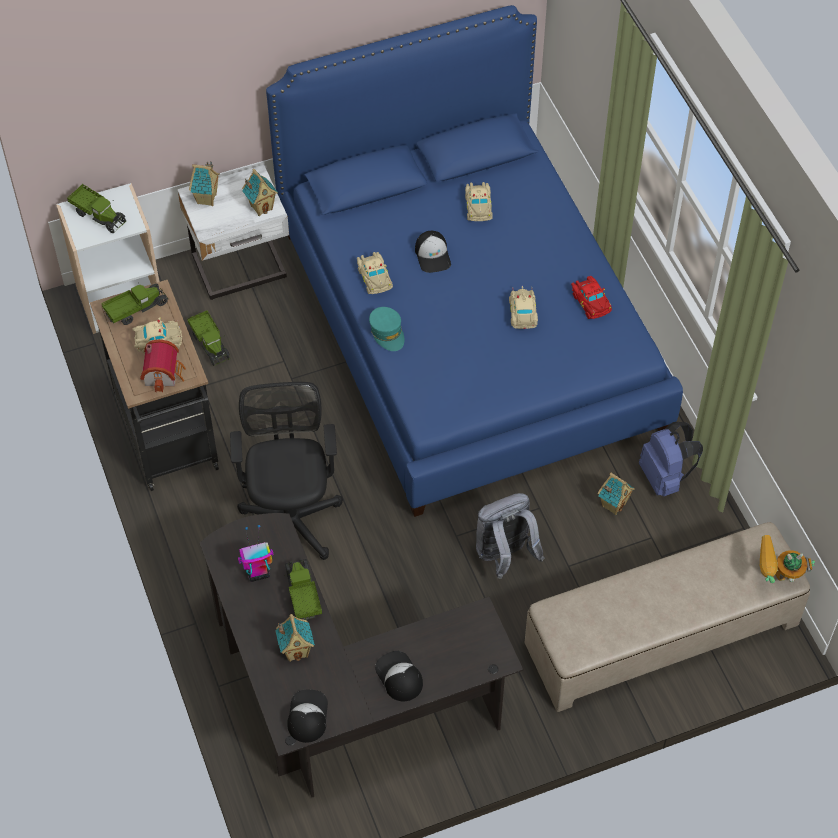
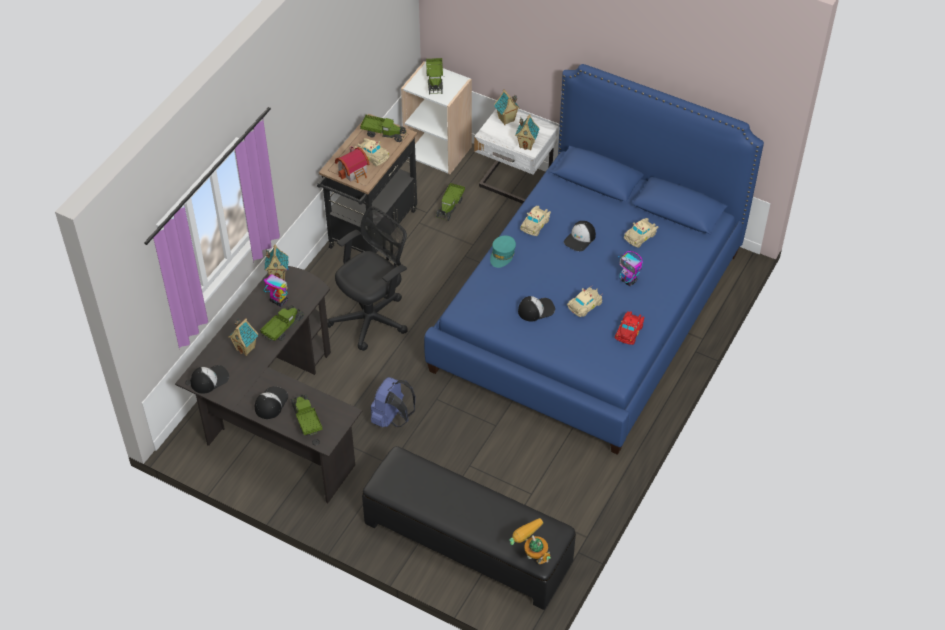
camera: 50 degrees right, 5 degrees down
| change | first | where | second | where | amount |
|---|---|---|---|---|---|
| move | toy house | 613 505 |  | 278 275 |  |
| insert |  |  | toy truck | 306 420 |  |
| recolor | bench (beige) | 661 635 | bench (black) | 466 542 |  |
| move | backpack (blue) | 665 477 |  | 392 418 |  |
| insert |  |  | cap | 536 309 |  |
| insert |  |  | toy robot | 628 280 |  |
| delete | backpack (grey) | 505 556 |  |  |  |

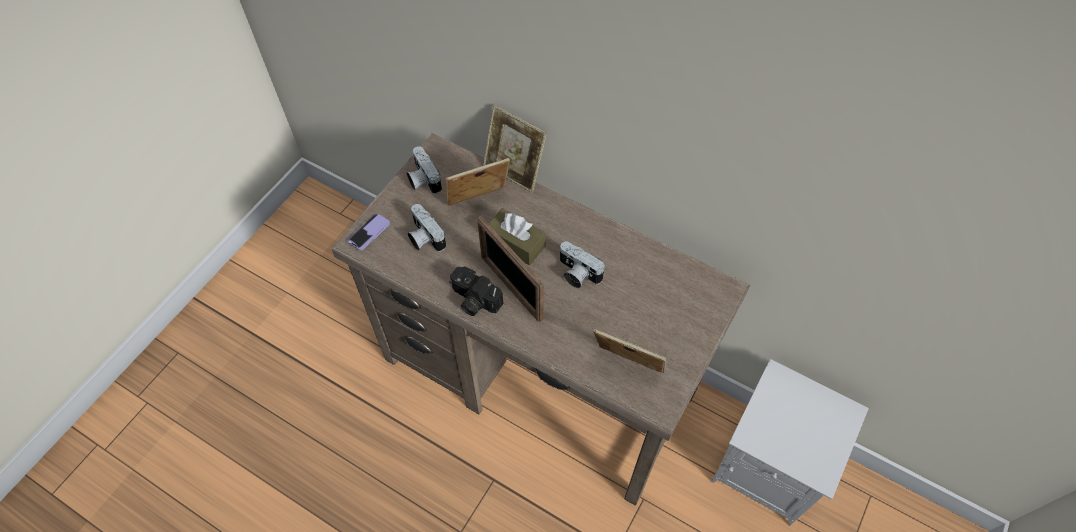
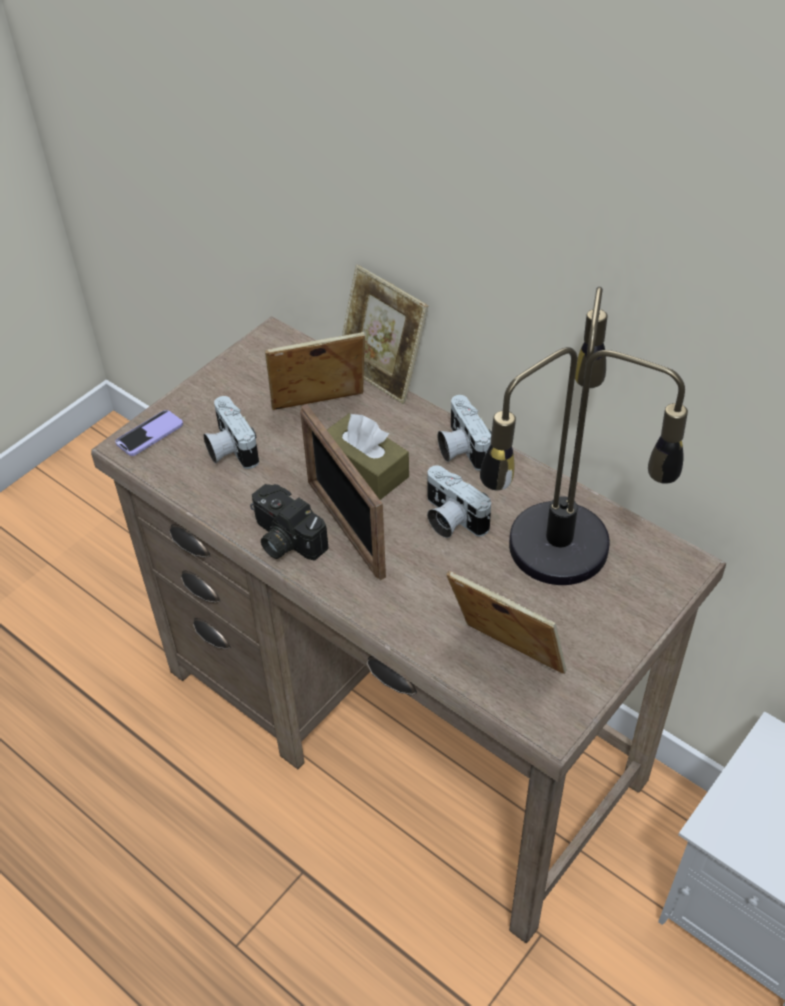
camera: 10 degrees right, 10 degrees down
| change | first | where | second | where | amount |
|---|---|---|---|---|---|
| move | photo camera | 422 179 |  | 460 448 |  |
| insert |  |  | table lamp | 560 547 |  |

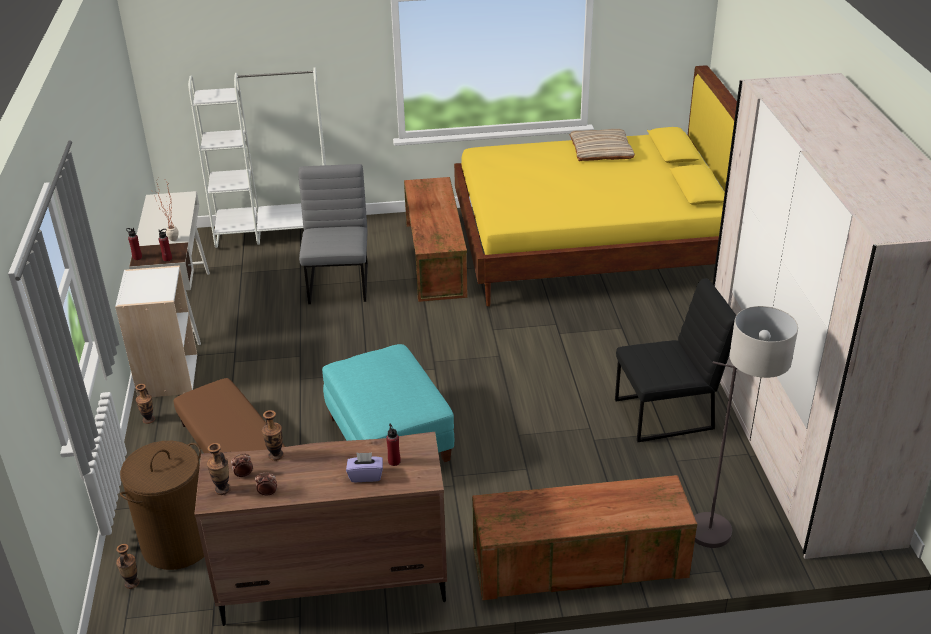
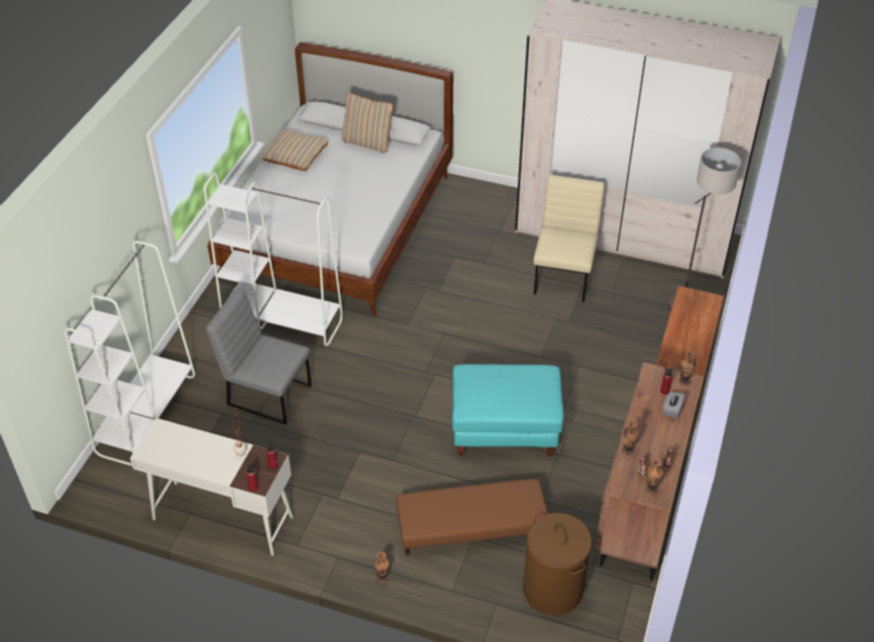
camera: 65 degrees left, 10 degrees up
| change | first | where | second | where | amount |
|---|---|---|---|---|---|
| replace | bench (brown) | 436 259 | clothes rack (white) | 283 321 |  |
| recolor | bed (yellow) | 593 247 | bed (white) | 339 227 |  |
| insert |  |  | pillow (beige) | 368 142 |  |
| recolor | chair (black) | 667 414 | chair (beige) | 564 276 |  |
| recolor | tissue box (purple) | 365 475 | tissue box (grey) | 672 409 |  |
| move | vase | 132 583 |  | 684 381 |  |
| delete | bookcase (white) | 167 375 |  |  |  |

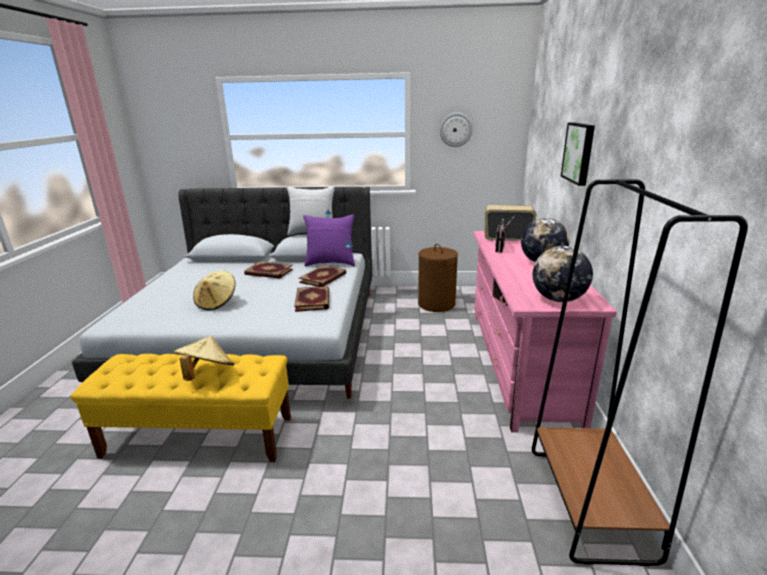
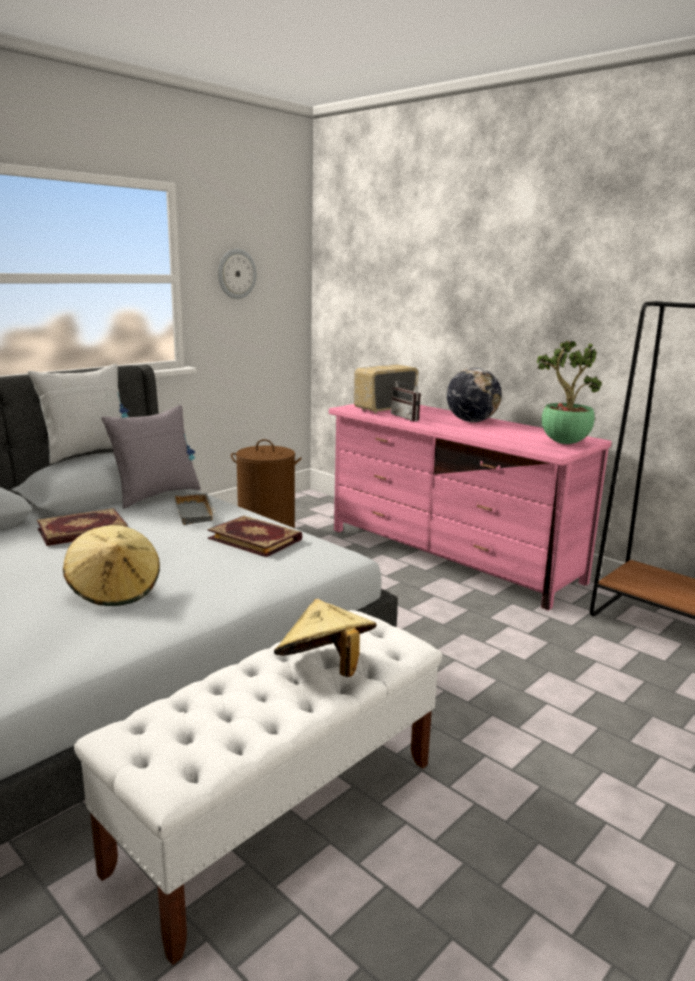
camera: 50 degrees left, 5 degrees down
| change | first | where | second | where | amount |
|---|---|---|---|---|---|
| recolor | bench (yellow) | 200 436 | bench (white) | 280 813 |  |
| recolor | pillow (purple) | 330 264 | pillow (grey) | 156 496 |  |
| replace | book | 323 278 | tray (grey) | 196 513 |  |
| replace | globe | 558 299 | potted plant | 563 443 |  |
| delete | picture | 579 153 |  |  |  |

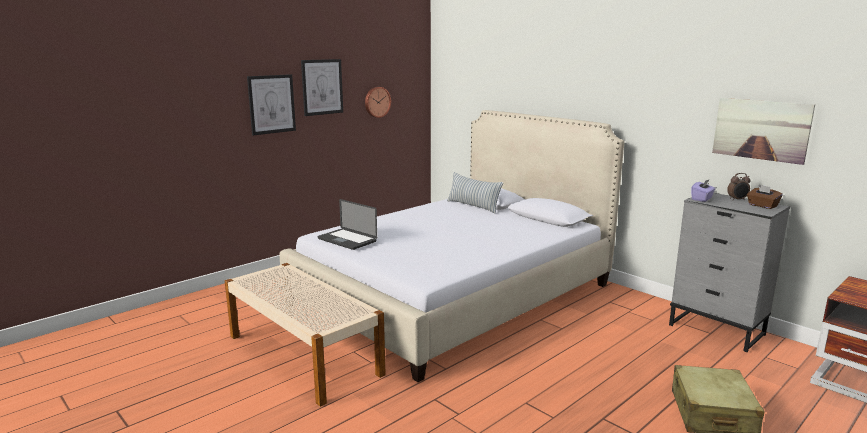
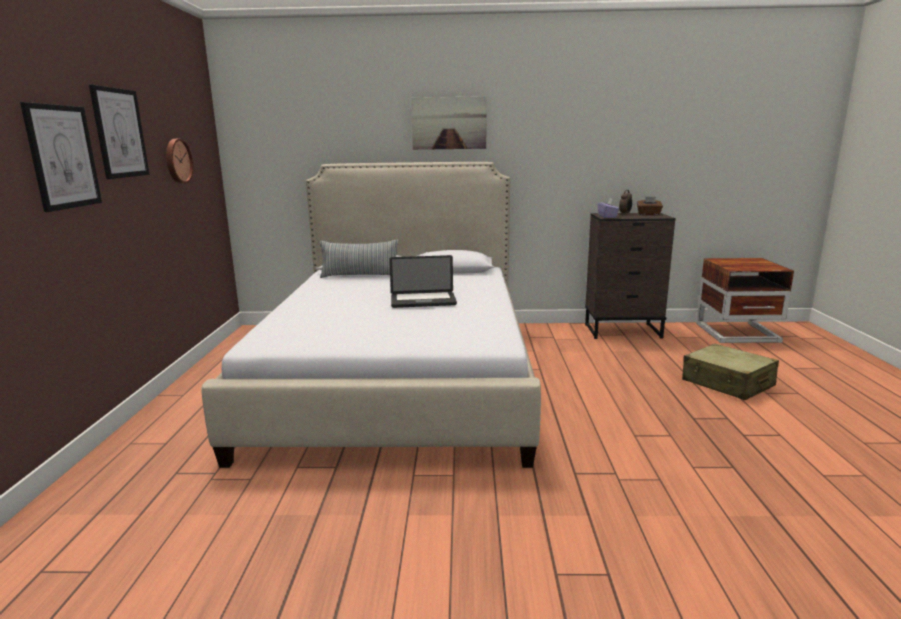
camera: 45 degrees left, 0 degrees up
| change | first | where | second | where | amount |
|---|---|---|---|---|---|
| move | laptop | 347 240 |  | 423 301 |  |
| move | picture | 761 129 |  | 449 123 |  |
| recolor | dresser (grey) | 717 330 | dresser (brown) | 623 331 |  |
| delete | bench (beige) | 304 354 |  |  |  |

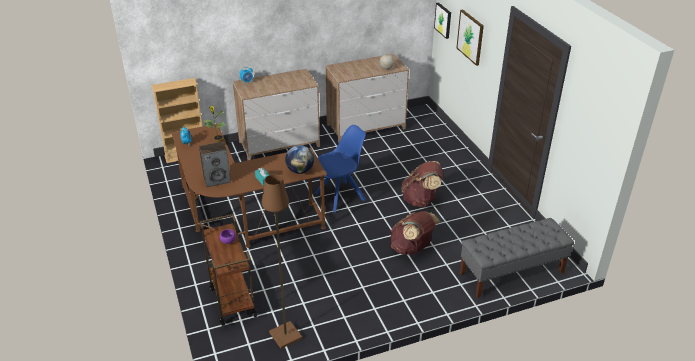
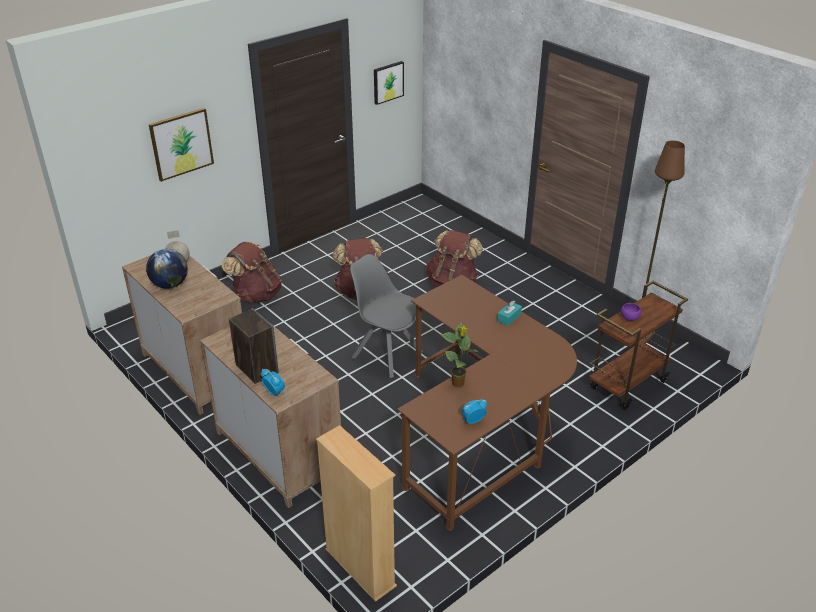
camera: 110 degrees left, 0 degrees up
| change | first | where | second | where | amount |
|---|---|---|---|---|---|
| move | globe | 300 171 |  | 170 285 |  |
| insert |  |  | backpack (brown) | 256 295 |  |
| move | speaker | 217 179 |  | 256 369 |  |
| recolor | chair (blue) | 341 196 | chair (grey) | 386 353 |  |
| move | picture | 443 20 |  | 387 82 |  |
| delete | bench (grey) | 511 273 |  |  |  |

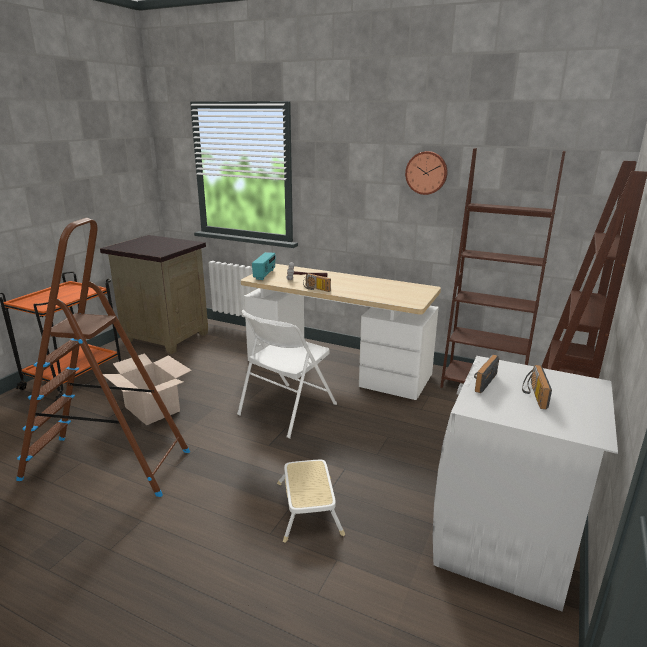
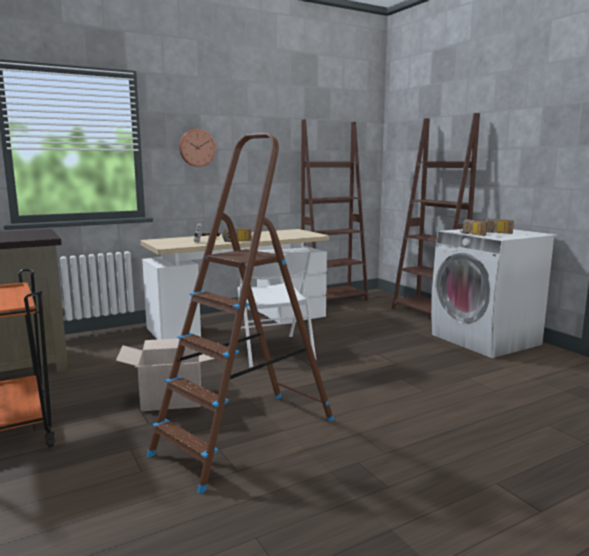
camera: 55 degrees left, 10 degrees down
| change | first | where | second | where | amount |
|---|---|---|---|---|---|
| move | wall clock | 426 172 |  | 196 147 |  |
| delete | radio | 265 275 |  |  |  |
| delete | step ladder (beige) | 308 507 |  |  |  |

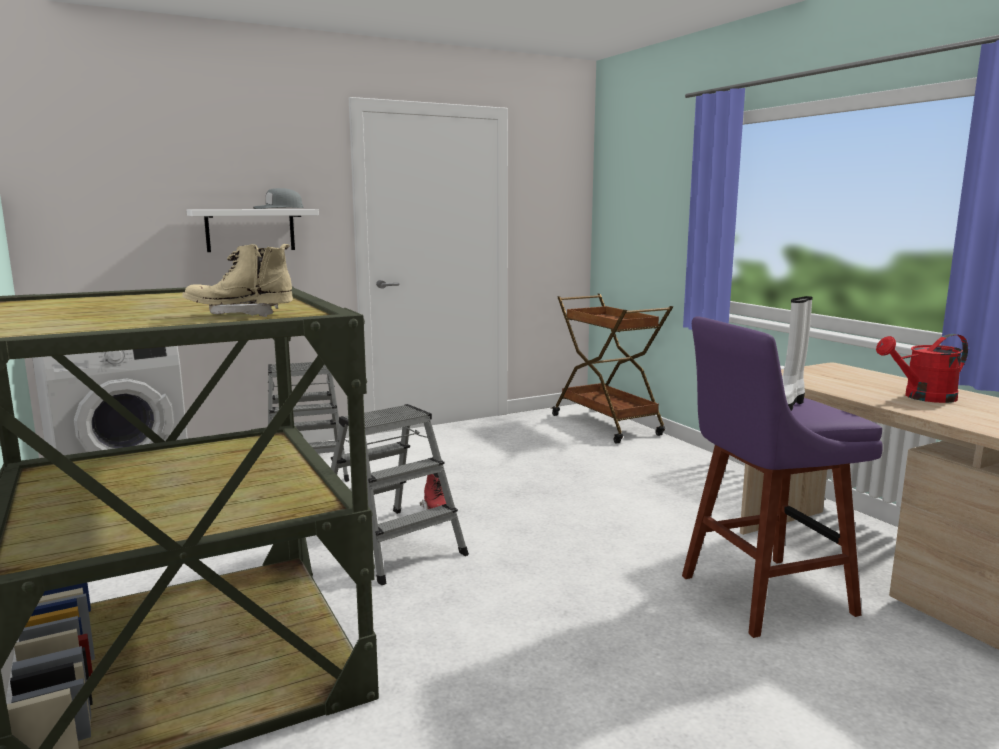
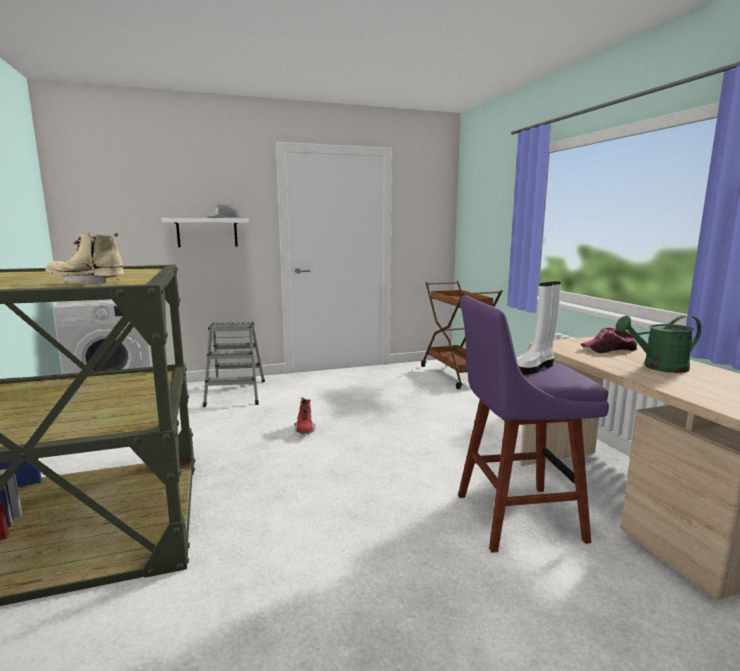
camera: 10 degrees right, 0 degrees up
| change | first | where | second | where | amount |
|---|---|---|---|---|---|
| insert |  |  | cap | 609 349 |  |
| recolor | watering can (red) | 922 397 | watering can (green) | 658 367 |  |
| delete | step ladder (grey) | 390 543 |  |  |  |

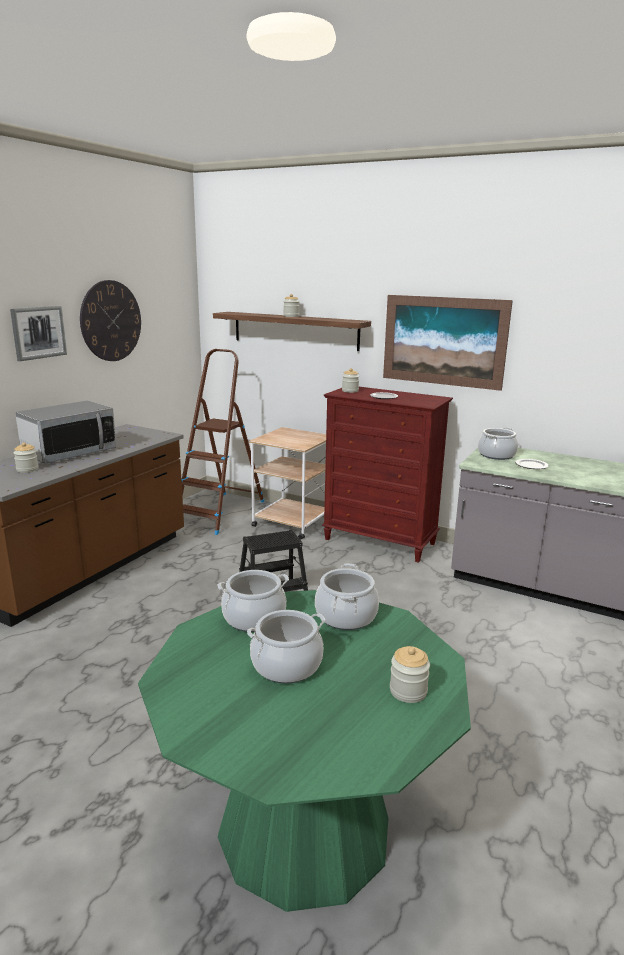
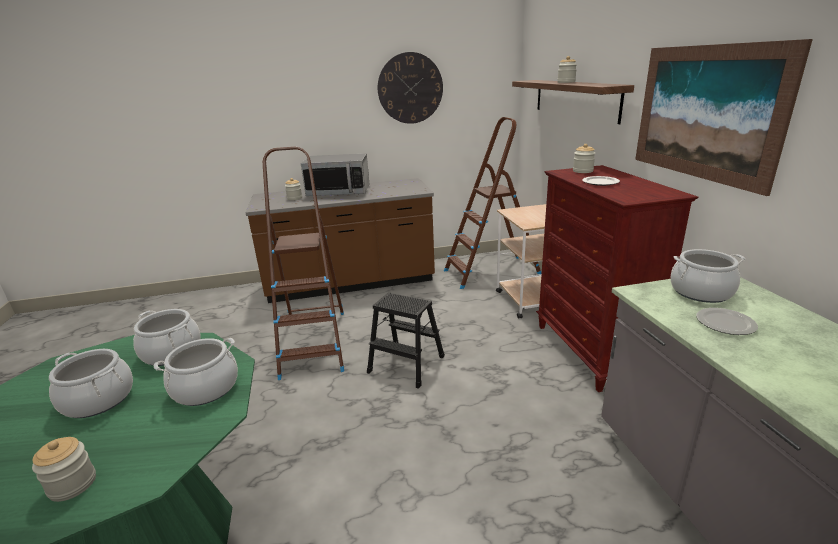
camera: 50 degrees right, 5 degrees up
| change | first | where | second | where | amount |
|---|---|---|---|---|---|
| insert |  |  | step ladder (brown) | 314 343 |  |
| delete | picture | 38 332 |  |  |  |

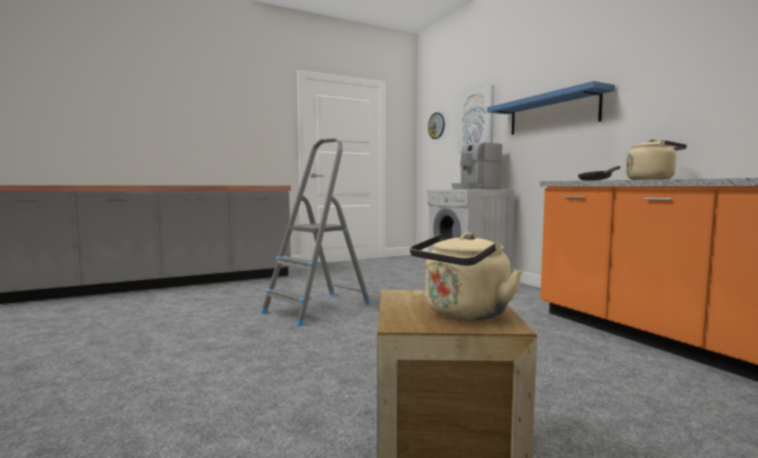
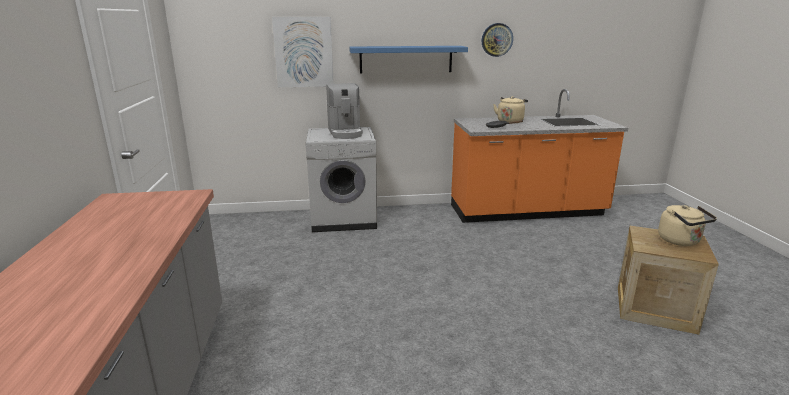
camera: 70 degrees left, 15 degrees up
| change | first | where | second | where | amount |
|---|---|---|---|---|---|
| move | wall clock | 437 125 |  | 497 40 |  |
| delete | step ladder (grey) | 317 308 |  |  |  |

